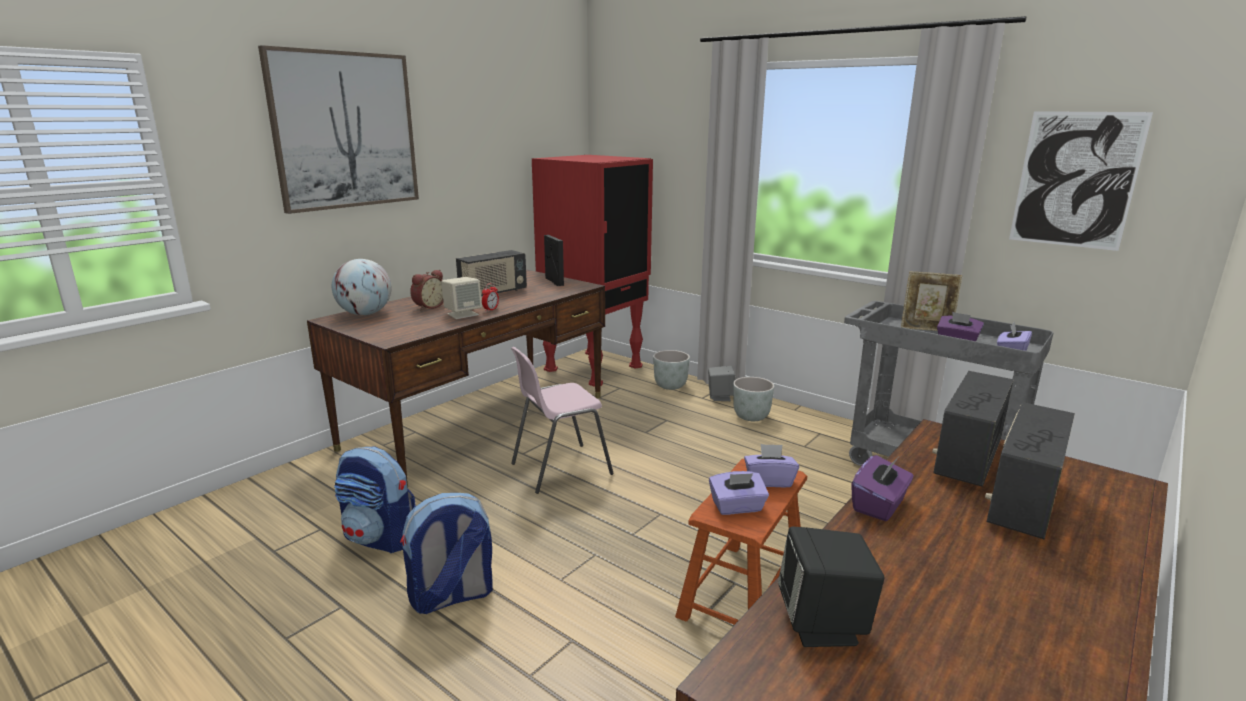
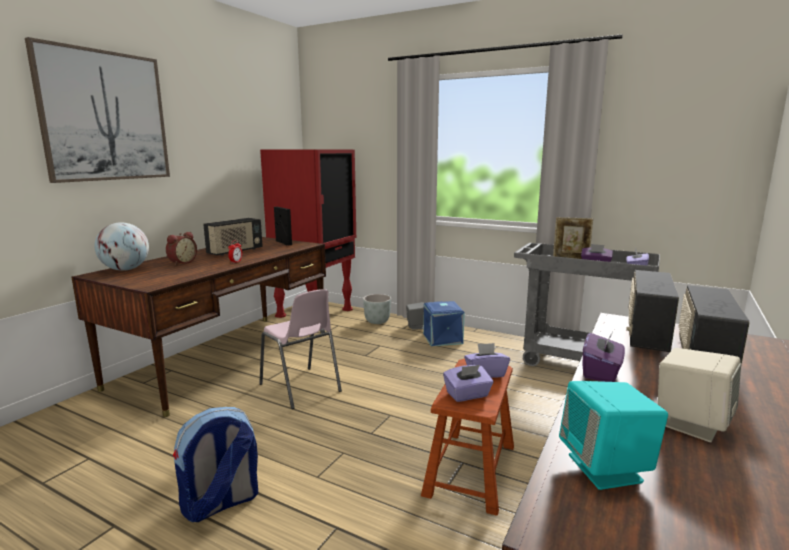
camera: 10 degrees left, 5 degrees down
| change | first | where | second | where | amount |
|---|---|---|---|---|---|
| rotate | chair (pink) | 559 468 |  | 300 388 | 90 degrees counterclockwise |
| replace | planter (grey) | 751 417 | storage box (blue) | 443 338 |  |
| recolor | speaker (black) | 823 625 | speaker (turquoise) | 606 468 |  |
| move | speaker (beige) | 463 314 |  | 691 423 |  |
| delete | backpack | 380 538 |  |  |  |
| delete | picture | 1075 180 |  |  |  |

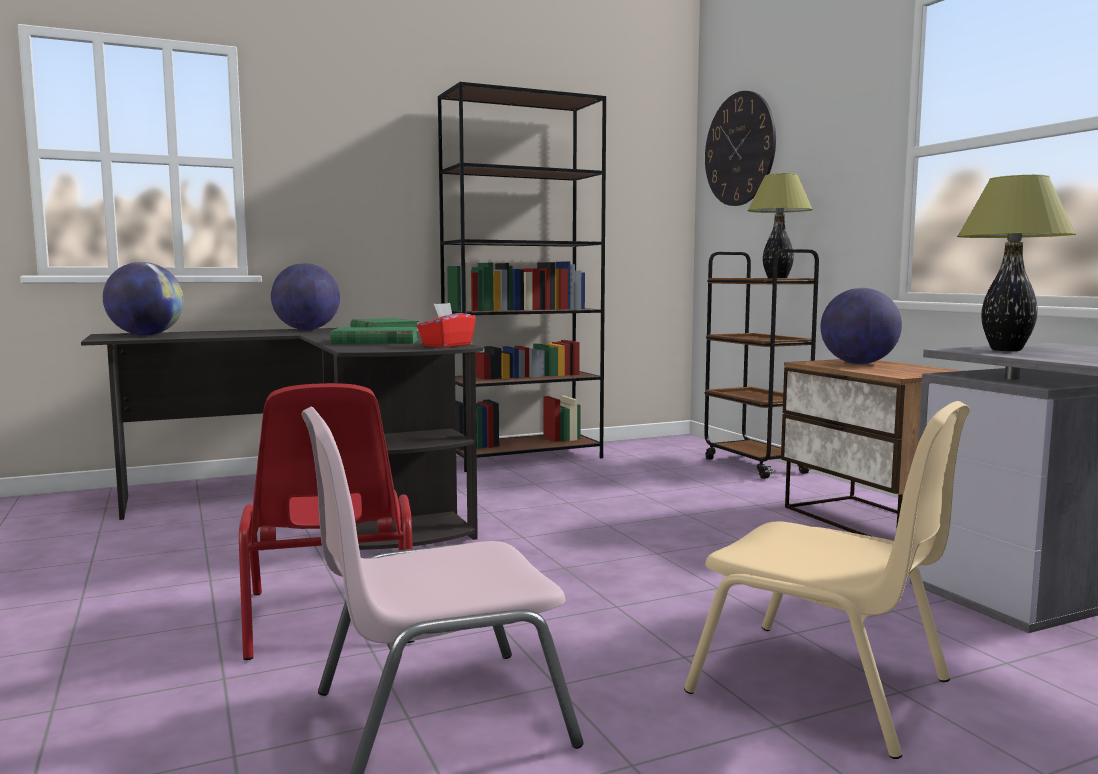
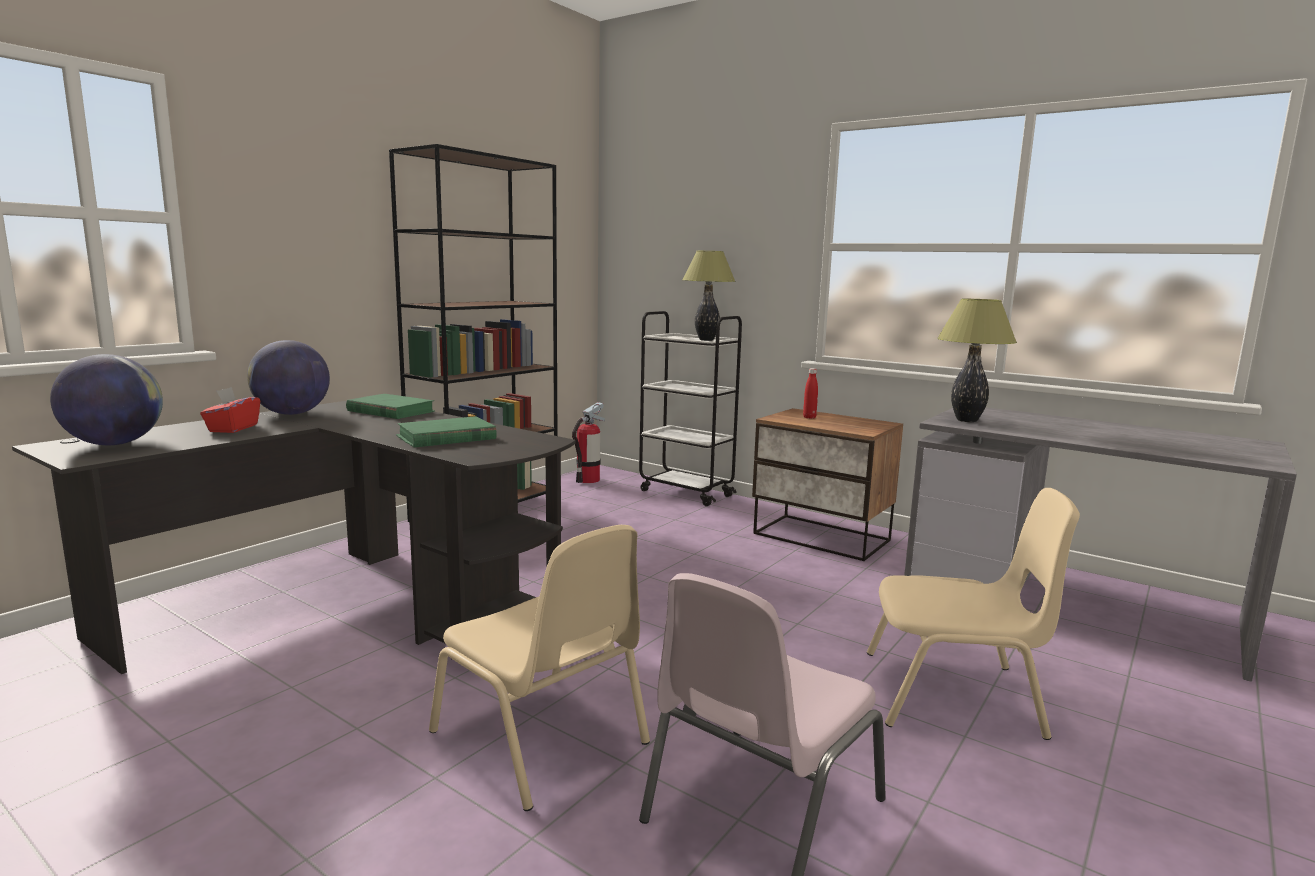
camera: 30 degrees left, 5 degrees up
| change | first | where | second | where | amount |
|---|---|---|---|---|---|
| move | tissue box (red) | 446 345 |  | 232 428 |  |
| recolor | chair (red) | 330 618 | chair (beige) | 542 738 |  |
| insert |  |  | fire extinguisher | 588 480 |  |
| recolor | cart (brown) | 756 466 | cart (white) | 687 493 |  |
| replace | globe | 858 363 | bottle (red) | 809 417 |  |
| delete | wall clock | 739 149 |  |  |  |

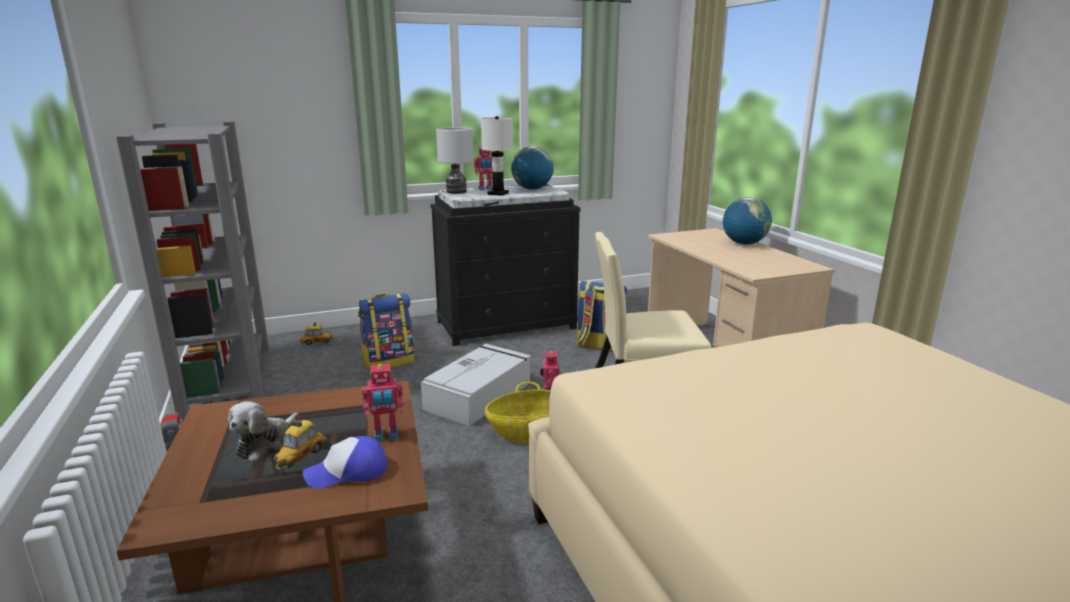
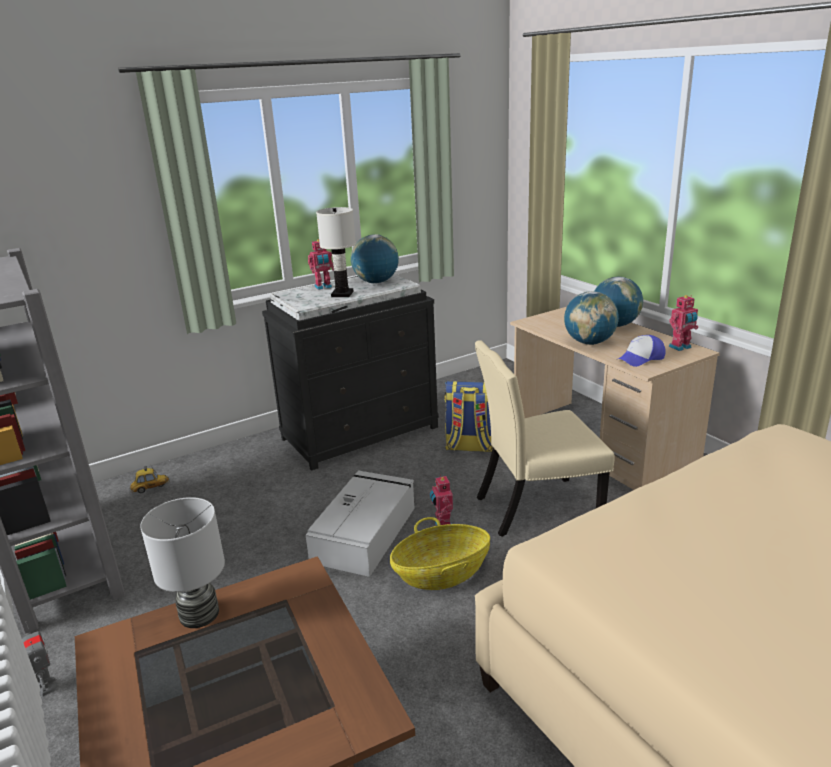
camera: 10 degrees left, 5 degrees up
| change | first | where | second | where | amount |
|---|---|---|---|---|---|
| move | table lamp (grey) | 456 192 |  | 199 614 |  |
| insert |  |  | globe | 589 343 |  |
| move | cap | 347 472 |  | 641 358 |  |
| move | toy robot | 386 436 |  | 681 347 |  |
| delete | plush toy | 265 444 |  |  |  |
| delete | toy car | 301 457 |  |  |  |
| delete | backpack | 389 361 |  |  |  |

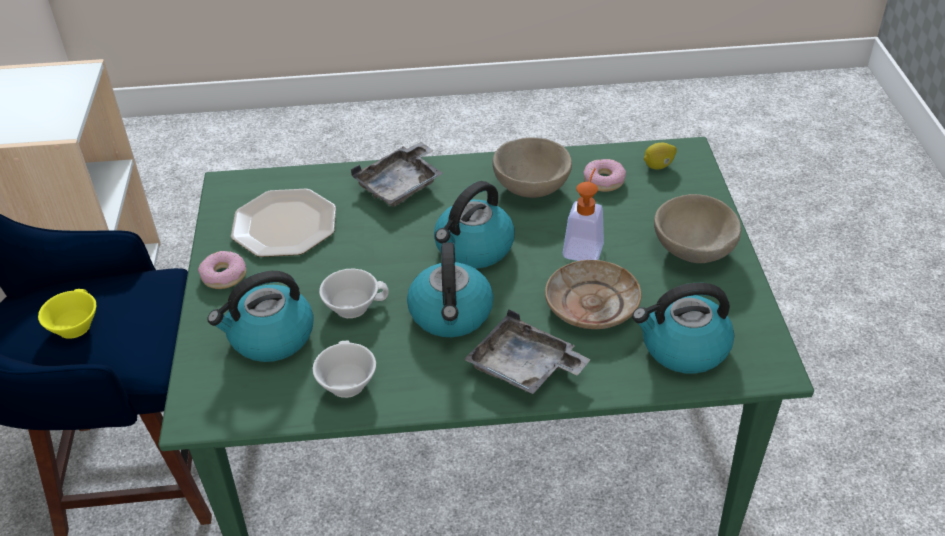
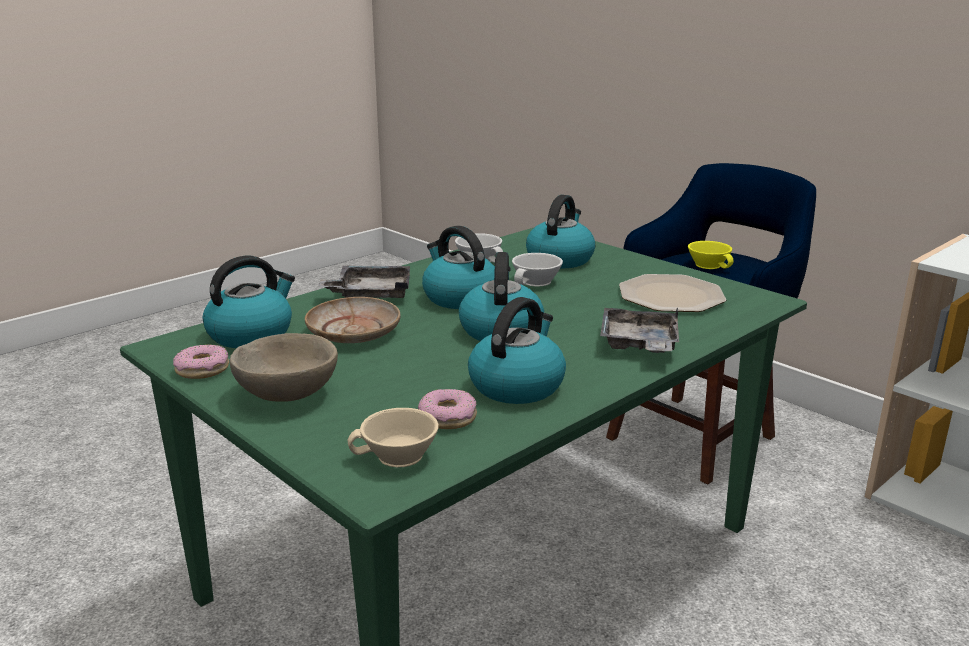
camera: 140 degrees right, 20 degrees down
| change | first | where | second | where | amount |
|---|---|---|---|---|---|
| move | donut | 224 275 |  | 202 369 |  |
| replace | lemon | 658 166 | cup (beige) | 398 457 |  |
| replace | bowl (beige) | 532 187 | kettle | 517 385 |  |
| delete | soap dispenser | 584 246 |  |  |  |

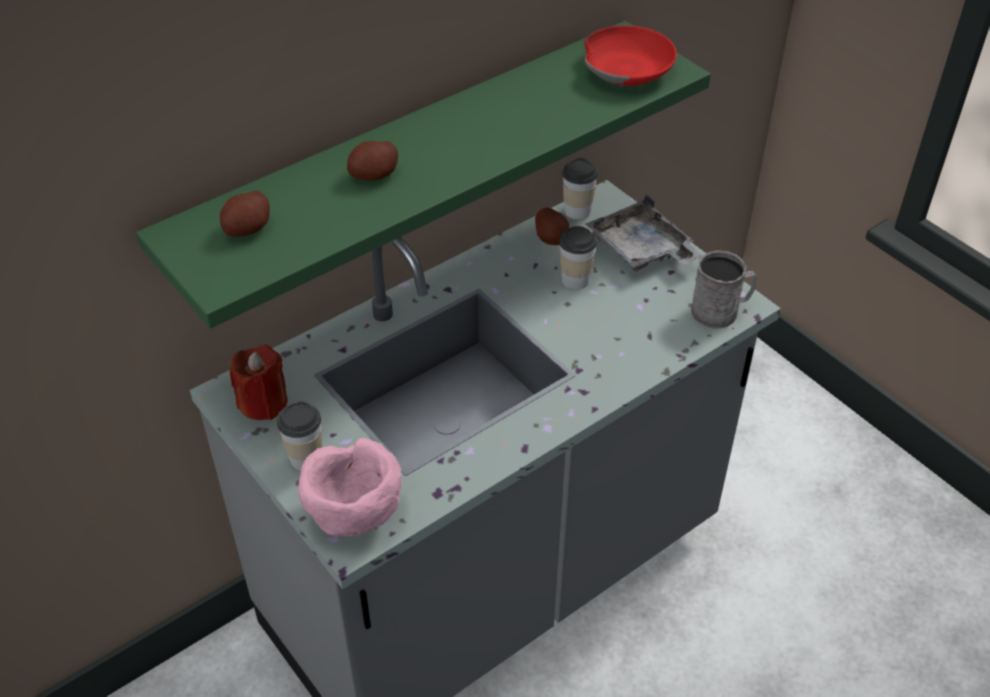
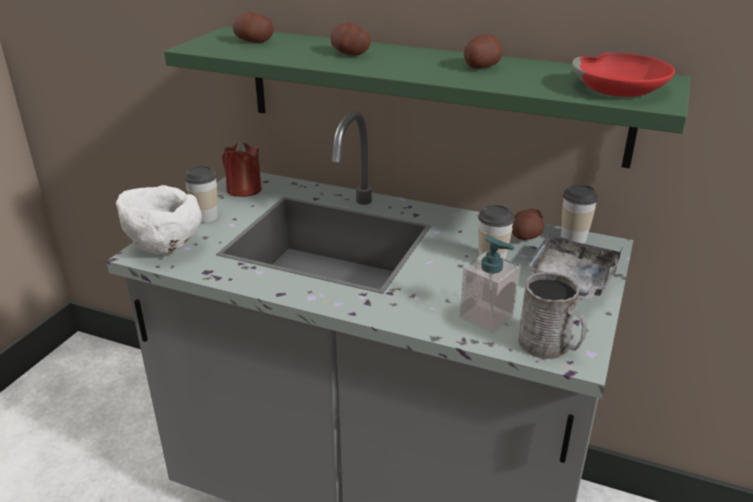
camera: 60 degrees right, 15 degrees down
| change | first | where | second | where | amount |
|---|---|---|---|---|---|
| recolor | bowl (pink) | 353 516 | bowl (white) | 164 247 |  |
| insert |  |  | soap dispenser | 487 316 |  |
| insert |  |  | potato | 481 66 |  |

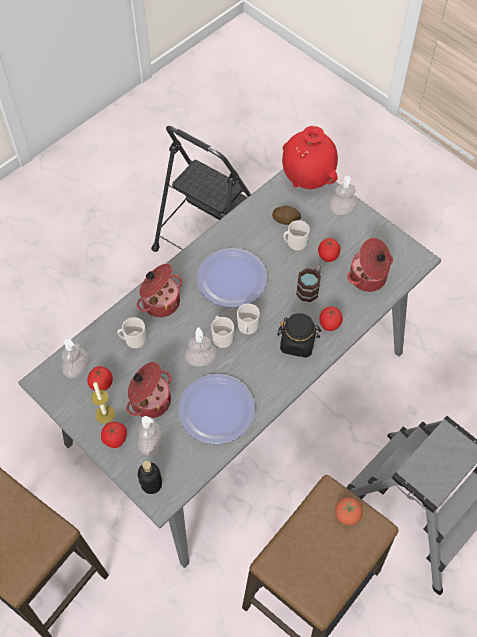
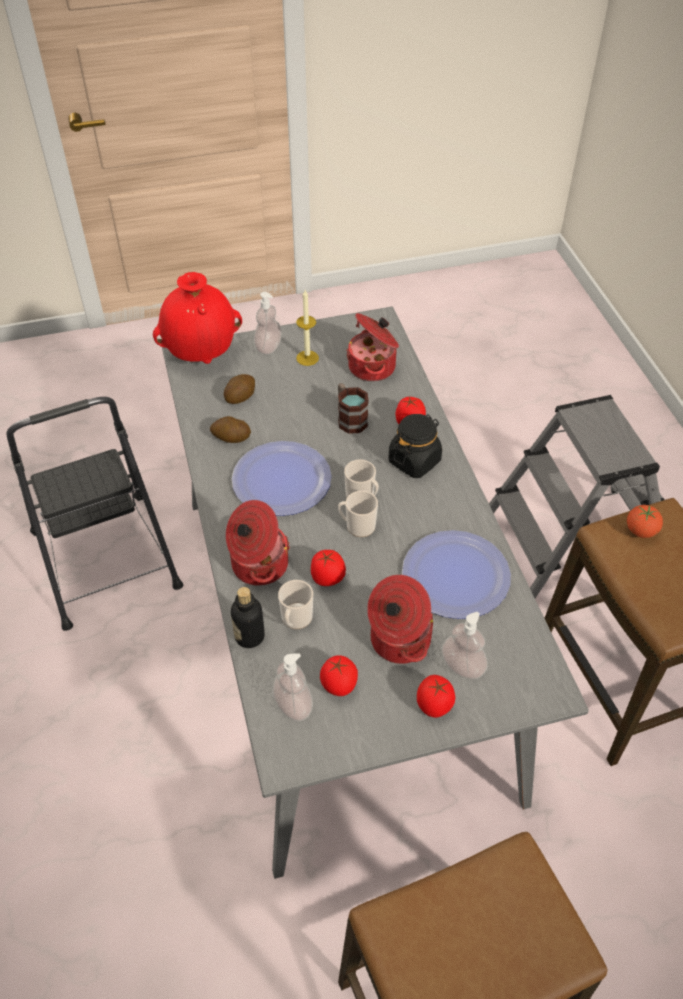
camera: 60 degrees left, 10 degrees down
| change | first | where | second | where | amount |
|---|---|---|---|---|---|
| insert |  |  | potato | 231 438 |  |
| move | bottle | 151 484 |  | 249 636 |  |
| move | candle | 105 414 |  | 307 358 |  |
| move | tomato | 328 257 |  | 328 579 |  |
| delete | soap dispenser | 201 360 |  |  |  |
| delete | mug | 295 243 |  |  |  |

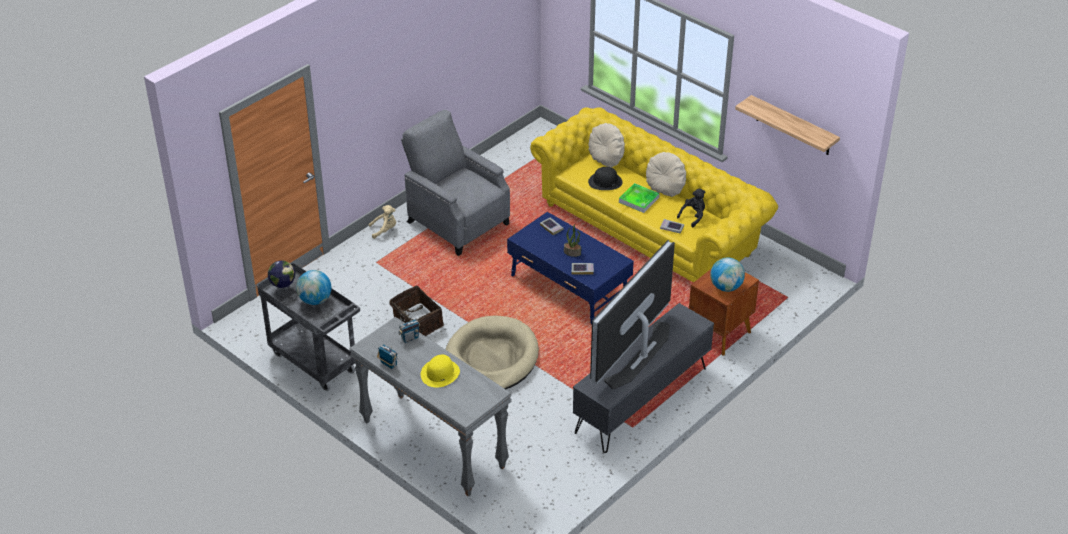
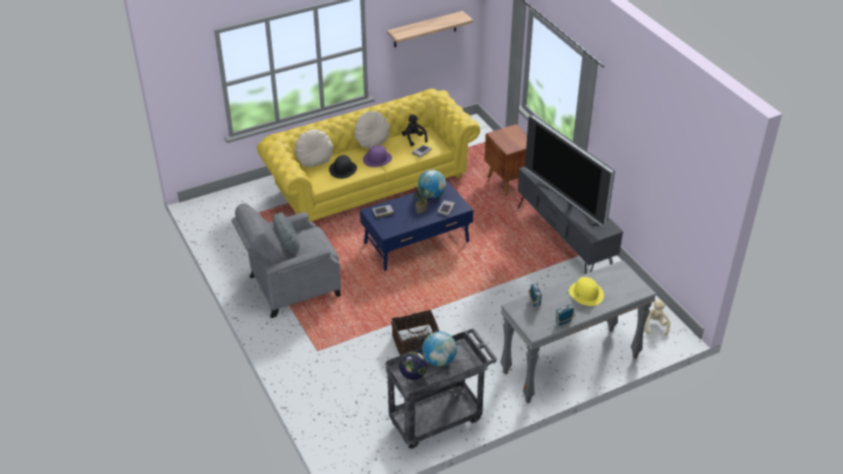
camera: 70 degrees left, 0 degrees up
| change | first | where | second | where | amount |
|---|---|---|---|---|---|
| insert |  |  | pillow (grey) | 287 247 |  |
| replace | tray | 639 200 | hat (purple) | 377 159 |  |
| move | globe | 726 287 |  | 432 194 |  |
| move | plush toy (beige) | 384 230 |  | 655 325 |  |
| delete | dog bed (beige) | 491 359 |  |  |  |

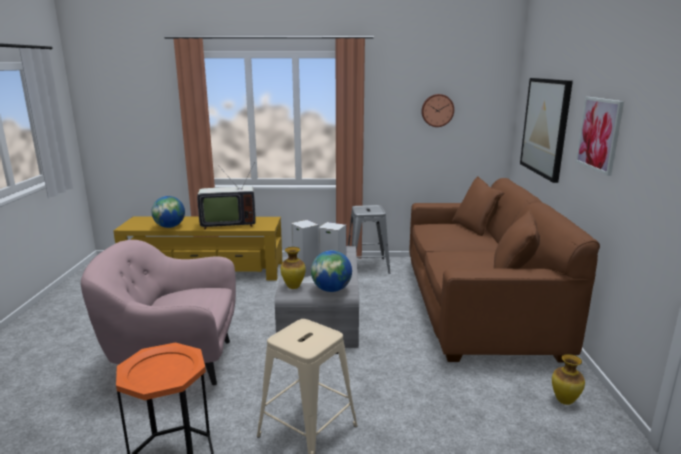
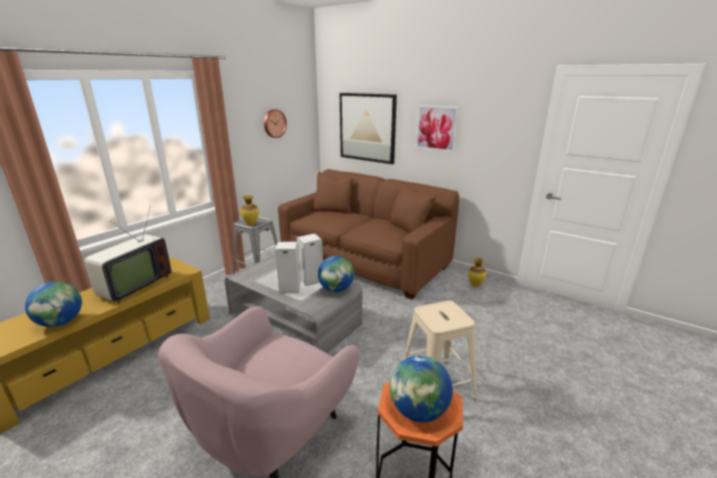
camera: 55 degrees left, 5 degrees up
| change | first | where | second | where | amount |
|---|---|---|---|---|---|
| move | vase | 294 287 |  | 251 224 |  |
| insert |  |  | globe | 418 411 |  |

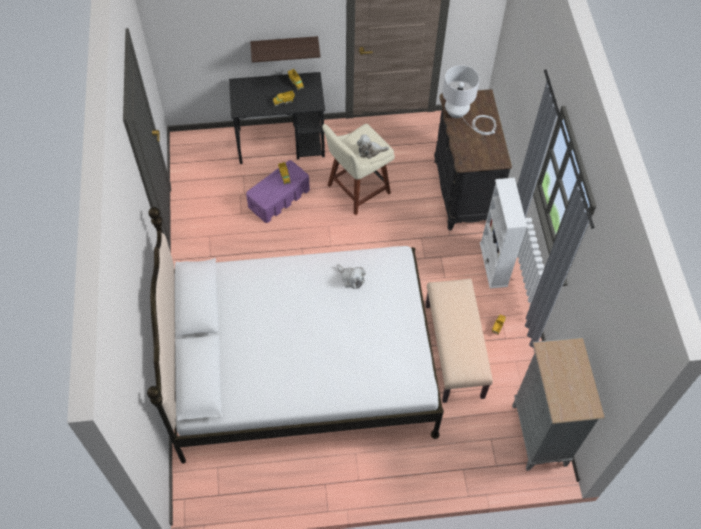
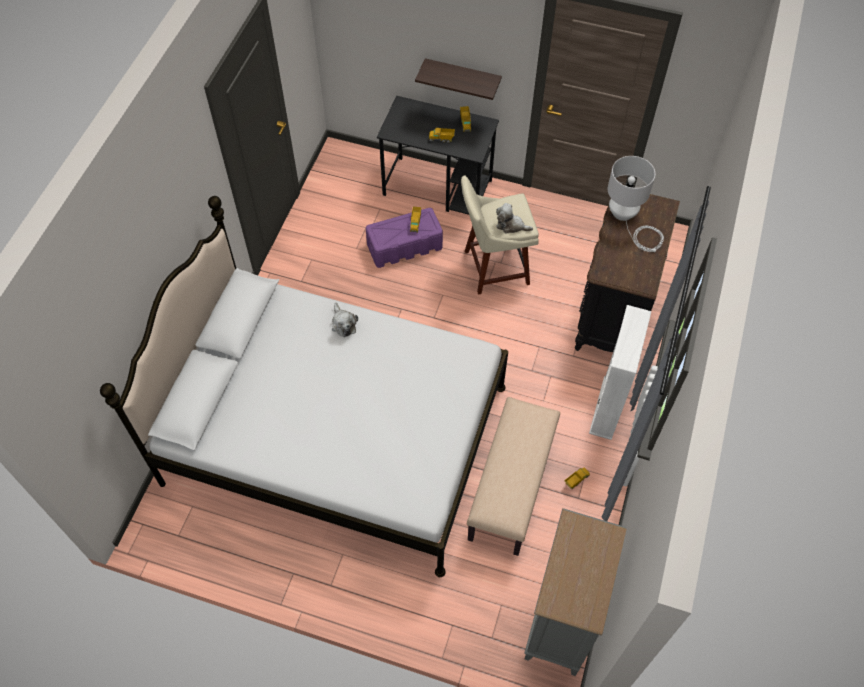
camera: 25 degrees right, 0 degrees up
| change | first | where | second | where | amount |
|---|---|---|---|---|---|
| move | plush toy | 351 279 |  | 343 324 |  |

